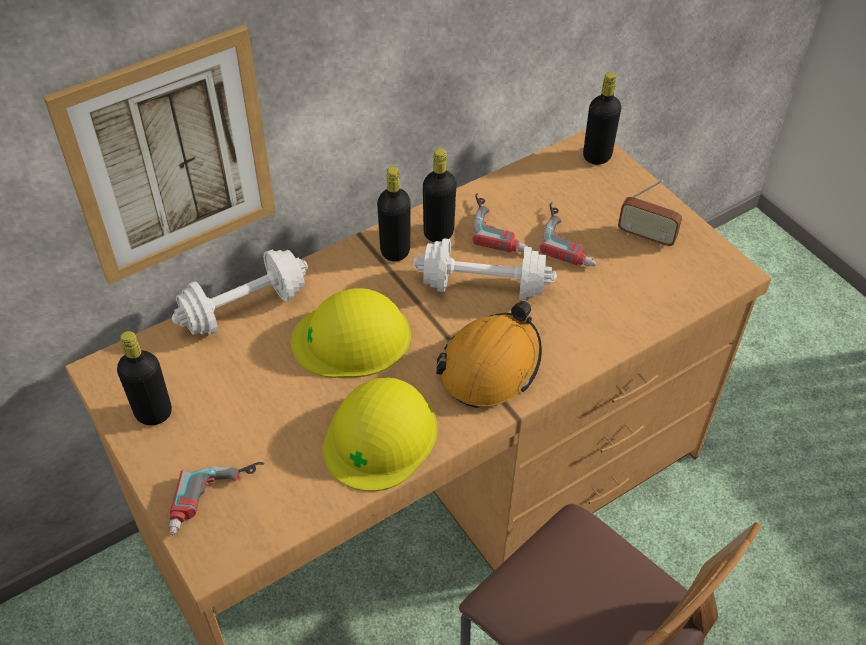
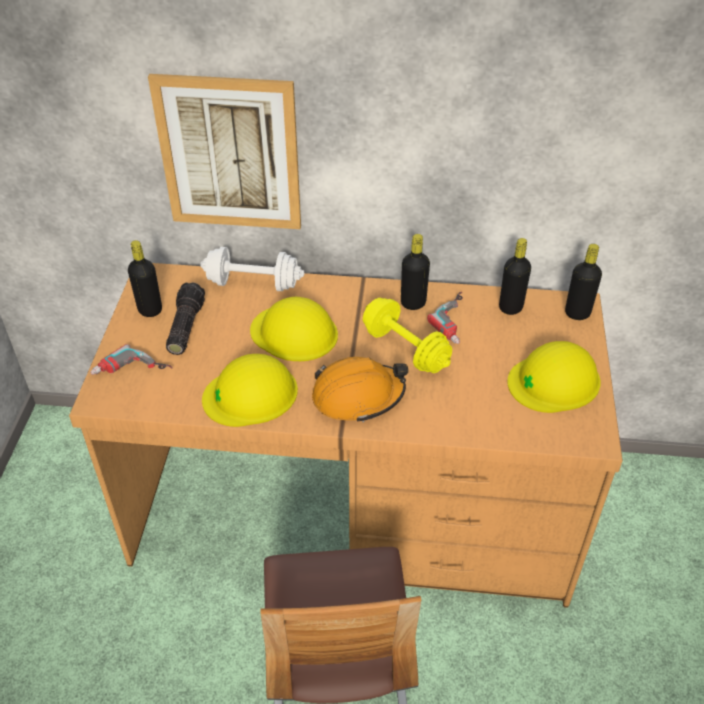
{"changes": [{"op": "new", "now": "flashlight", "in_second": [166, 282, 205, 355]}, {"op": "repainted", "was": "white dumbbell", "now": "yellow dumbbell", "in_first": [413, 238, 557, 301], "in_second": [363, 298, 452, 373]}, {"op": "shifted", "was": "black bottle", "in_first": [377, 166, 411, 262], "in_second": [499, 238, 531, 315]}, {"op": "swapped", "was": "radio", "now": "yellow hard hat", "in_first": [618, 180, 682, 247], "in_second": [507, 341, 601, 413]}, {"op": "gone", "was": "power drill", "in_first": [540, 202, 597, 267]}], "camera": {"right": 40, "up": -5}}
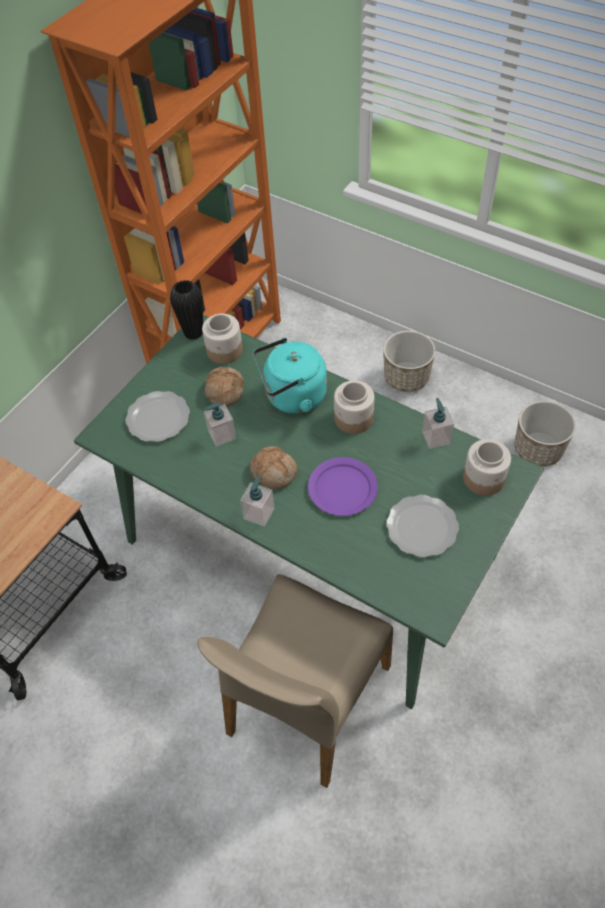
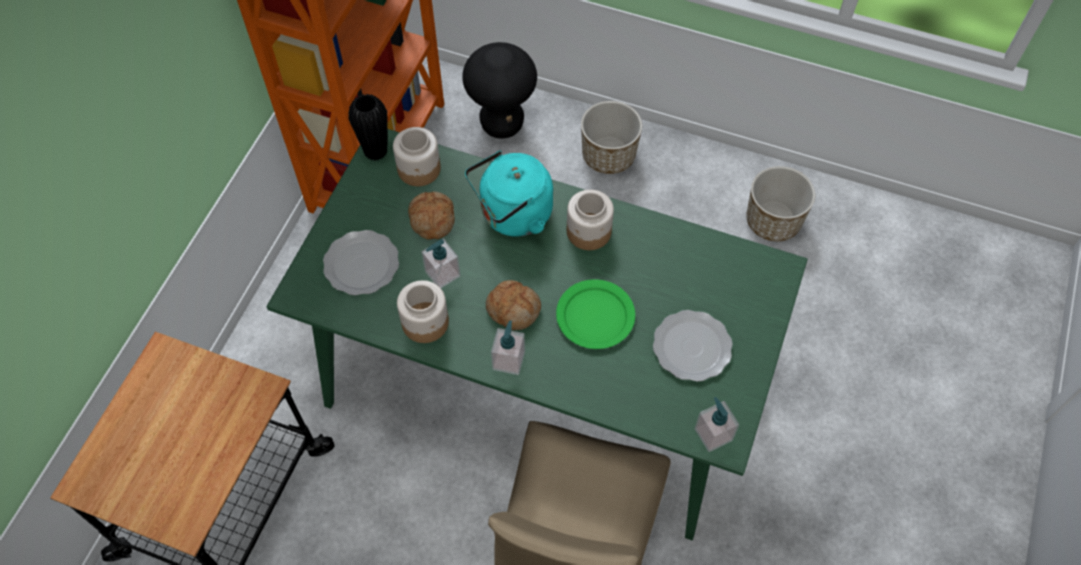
{"changes": [{"op": "shifted", "was": "jar", "in_first": [463, 439, 511, 496], "in_second": [397, 280, 449, 343]}, {"op": "new", "now": "black stool", "in_second": [462, 42, 537, 139]}, {"op": "repainted", "was": "purple plate", "now": "green plate", "in_first": [308, 457, 378, 516], "in_second": [556, 279, 635, 349]}, {"op": "shifted", "was": "soap dispenser", "in_first": [422, 398, 454, 449], "in_second": [695, 397, 739, 452]}], "camera": {"right": -15, "up": 5}}
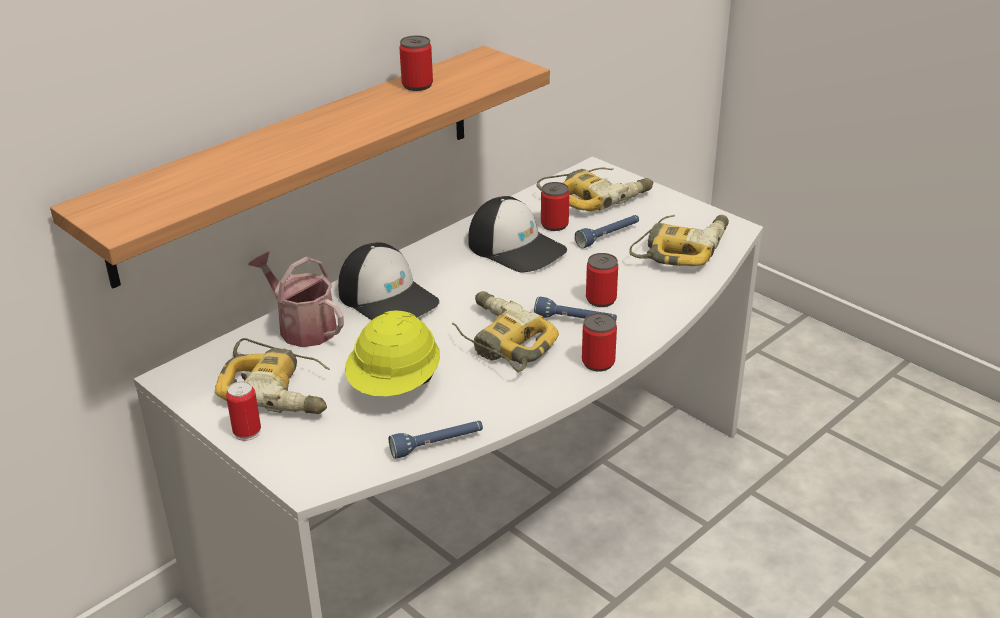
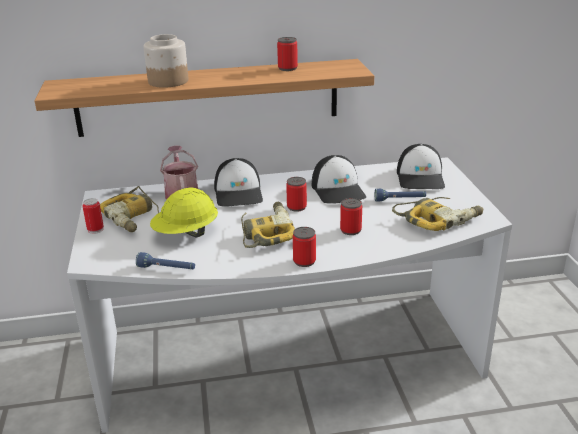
{"changes": [{"op": "new", "now": "jar", "in_second": [144, 34, 188, 88]}, {"op": "shifted", "was": "can", "in_first": [541, 182, 569, 231], "in_second": [286, 177, 307, 212]}, {"op": "swapped", "was": "power drill", "now": "cap", "in_first": [536, 168, 653, 211], "in_second": [397, 144, 445, 189]}, {"op": "gone", "was": "blue flashlight", "in_first": [534, 297, 617, 320]}], "camera": {"right": 35, "up": -5}}
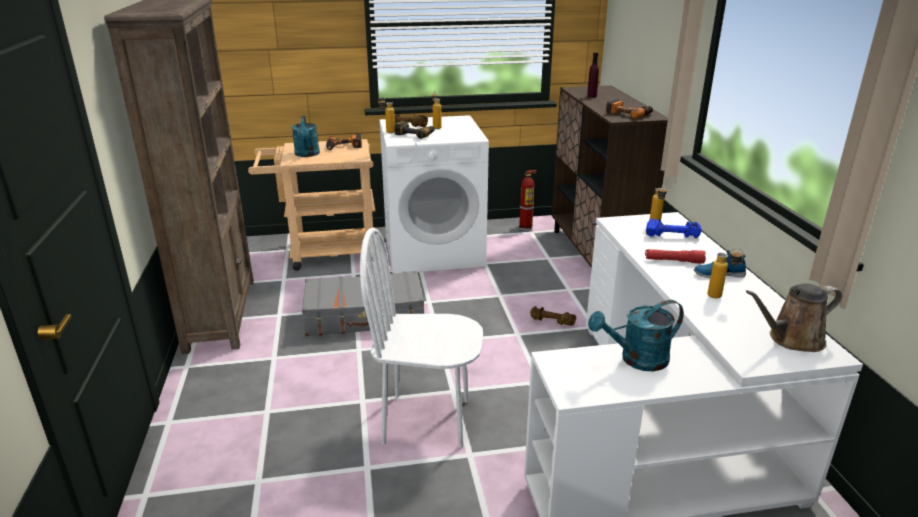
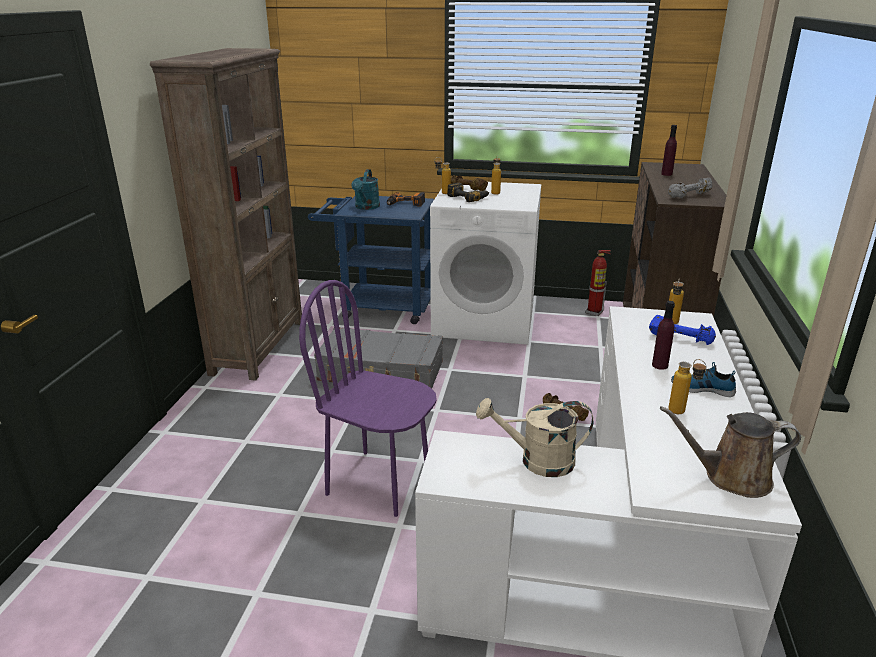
{"changes": [{"op": "repainted", "was": "white chair", "now": "purple chair", "in_first": [360, 228, 483, 447], "in_second": [299, 280, 437, 517]}, {"op": "repainted", "was": "beige cart", "now": "blue cart", "in_first": [248, 139, 375, 271], "in_second": [308, 196, 434, 324]}, {"op": "repainted", "was": "turquoise watering can", "now": "beige watering can", "in_first": [588, 300, 684, 371], "in_second": [476, 398, 594, 477]}, {"op": "swapped", "was": "red flashlight", "now": "purple bottle", "in_first": [645, 249, 706, 264], "in_second": [652, 301, 675, 370]}, {"op": "swapped", "was": "power drill", "now": "grey dumbbell", "in_first": [606, 99, 653, 119], "in_second": [668, 178, 713, 198]}], "camera": {"right": 20, "up": 0}}
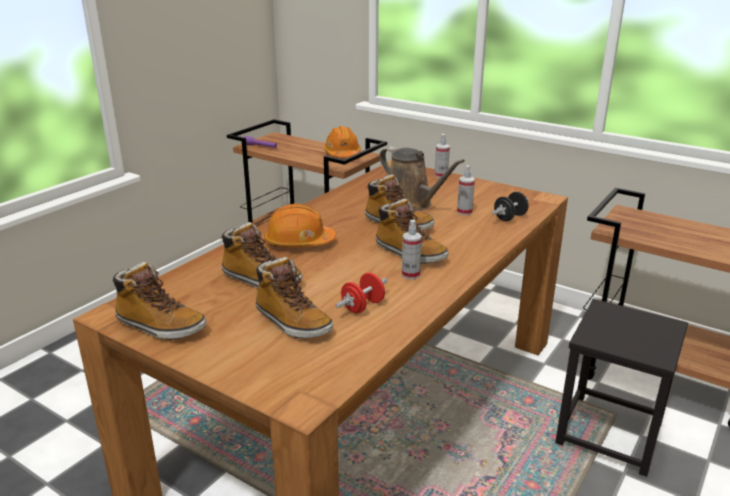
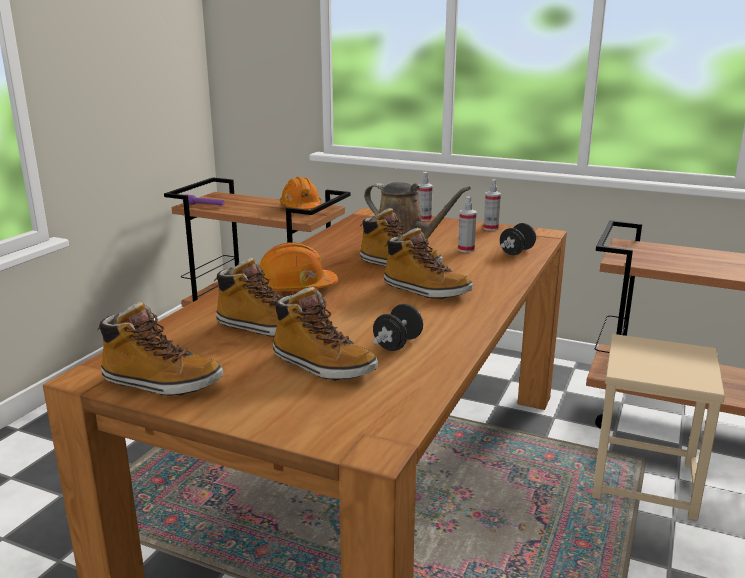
{"changes": [{"op": "repainted", "was": "red dumbbell", "now": "black dumbbell", "in_first": [336, 273, 388, 313], "in_second": [373, 304, 423, 351]}, {"op": "shifted", "was": "spray bottle", "in_first": [402, 219, 422, 279], "in_second": [483, 179, 501, 231]}, {"op": "repainted", "was": "black stool", "now": "beige stool", "in_first": [555, 299, 688, 477], "in_second": [592, 334, 725, 520]}], "camera": {"right": -10, "up": -5}}
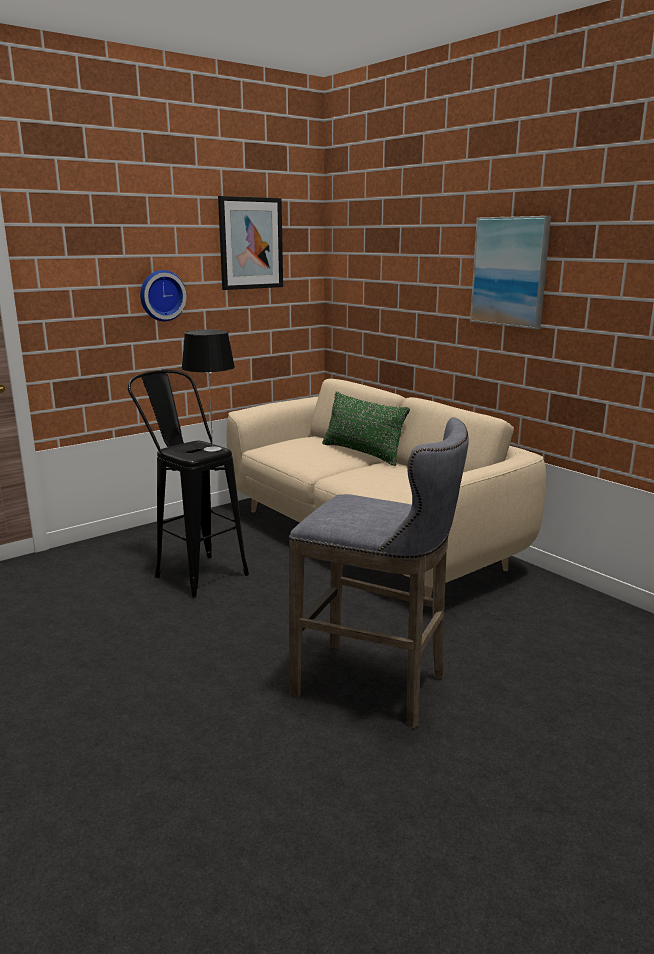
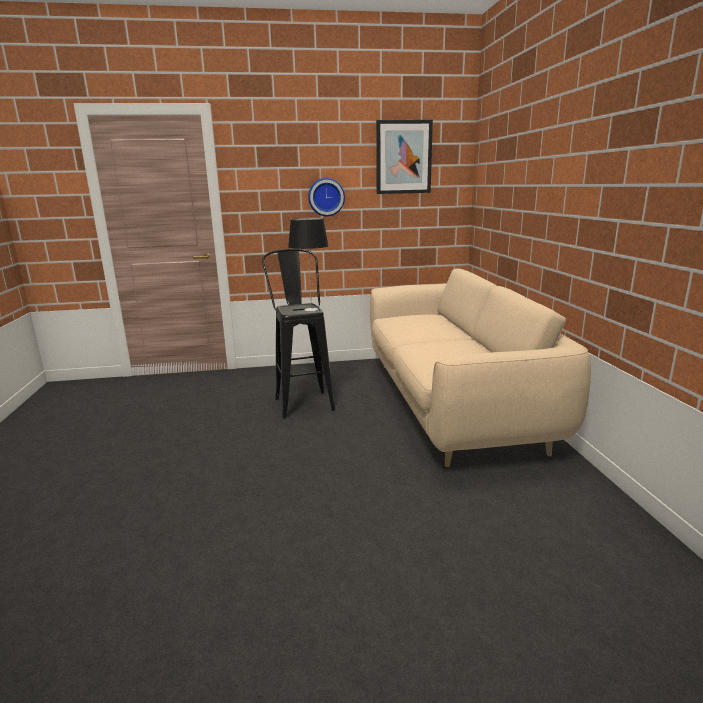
{"changes": [{"op": "gone", "was": "grey stool", "in_first": [289, 417, 469, 728]}, {"op": "gone", "was": "green pillow", "in_first": [322, 391, 410, 466]}, {"op": "gone", "was": "picture", "in_first": [470, 216, 551, 329]}], "camera": {"right": 30, "up": 0}}
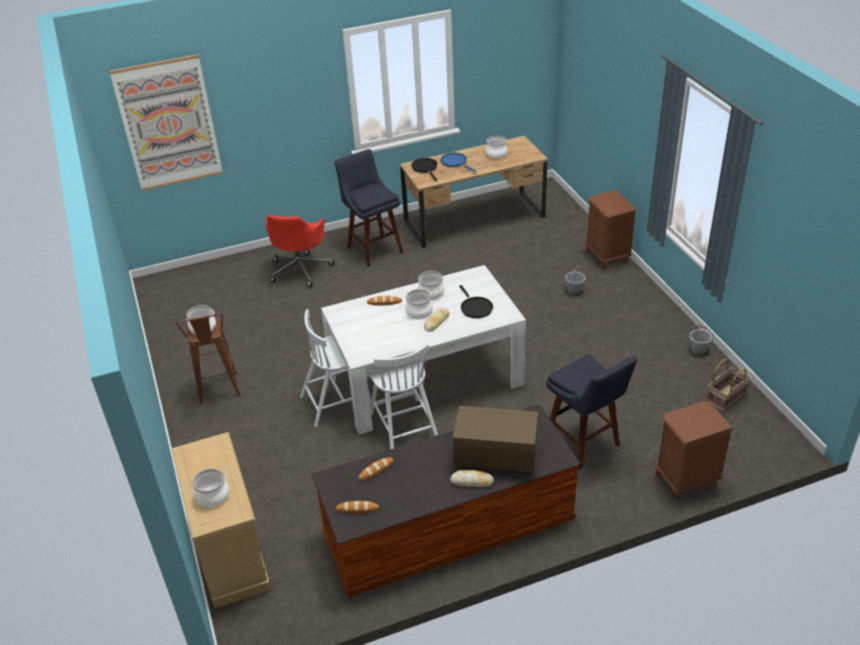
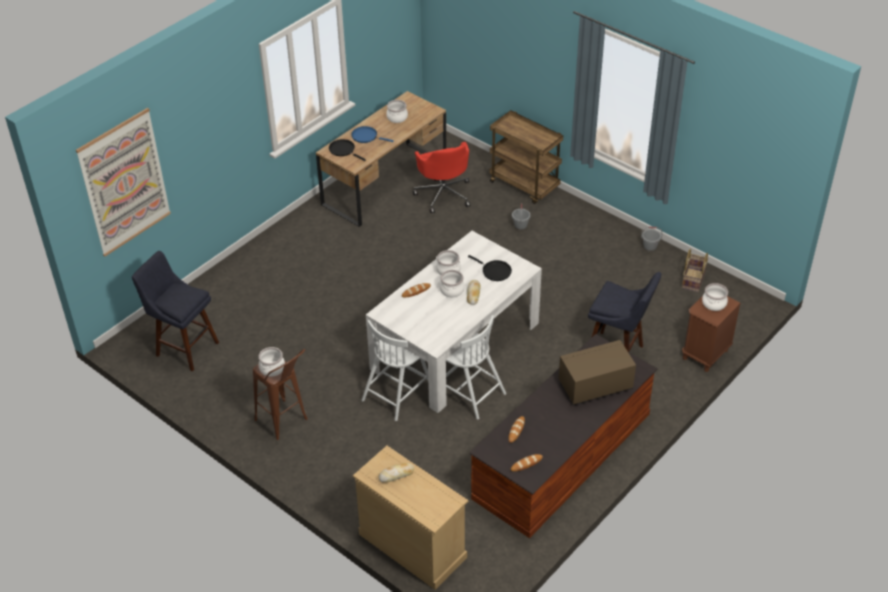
{"changes": [{"op": "shifted", "was": "blue stool", "in_first": [335, 149, 403, 267], "in_second": [132, 251, 219, 372]}, {"op": "shifted", "was": "bread", "in_first": [450, 470, 494, 487], "in_second": [378, 463, 414, 482]}, {"op": "shifted", "was": "red office chair", "in_first": [265, 215, 334, 287], "in_second": [413, 142, 470, 213]}, {"op": "swapped", "was": "brown nightstand", "now": "brown cart", "in_first": [585, 190, 636, 269], "in_second": [489, 110, 563, 204]}, {"op": "shifted", "was": "cooking pot", "in_first": [192, 468, 229, 507], "in_second": [702, 283, 728, 311]}], "camera": {"right": -30, "up": 5}}
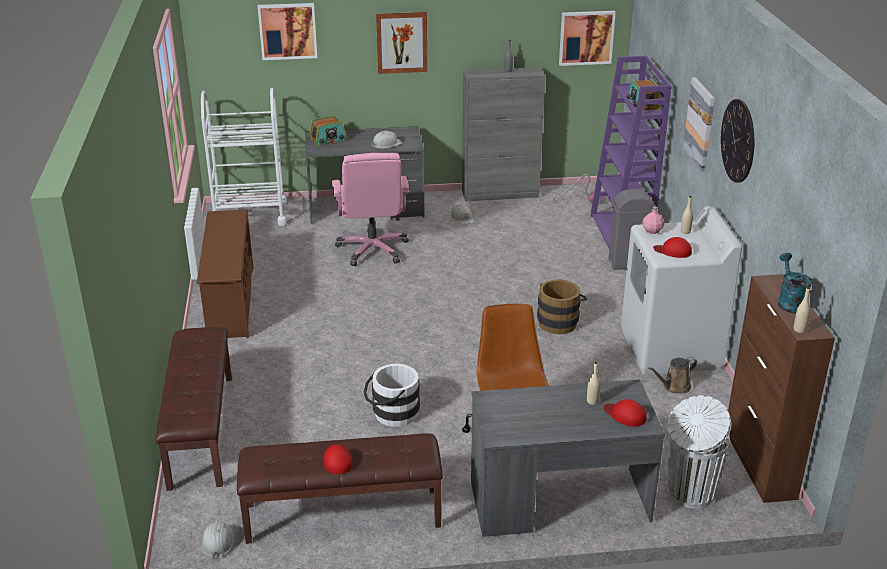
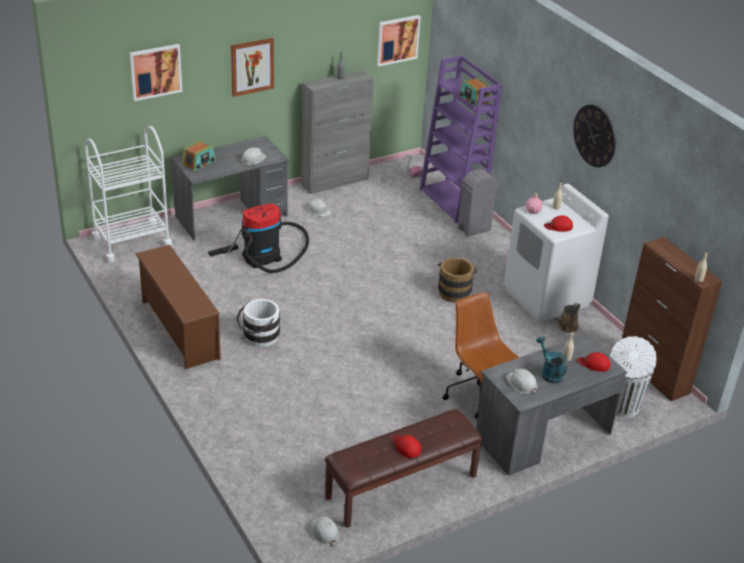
{"changes": [{"op": "swapped", "was": "pink office chair", "now": "vacuum cleaner", "in_first": [332, 153, 410, 266], "in_second": [209, 204, 309, 273]}, {"op": "shifted", "was": "white bucket", "in_first": [364, 364, 420, 427], "in_second": [236, 299, 280, 347]}, {"op": "new", "now": "white hard hat", "in_second": [506, 369, 537, 394]}, {"op": "shifted", "was": "turquoise watering can", "in_first": [778, 253, 812, 314], "in_second": [536, 336, 567, 383]}, {"op": "gone", "was": "brown bench", "in_first": [156, 327, 232, 491]}, {"op": "gone", "was": "picture", "in_first": [683, 77, 715, 172]}], "camera": {"right": -25, "up": 5}}
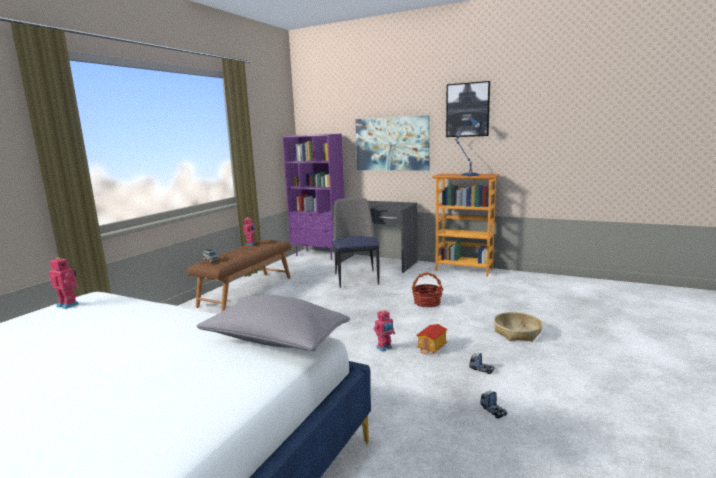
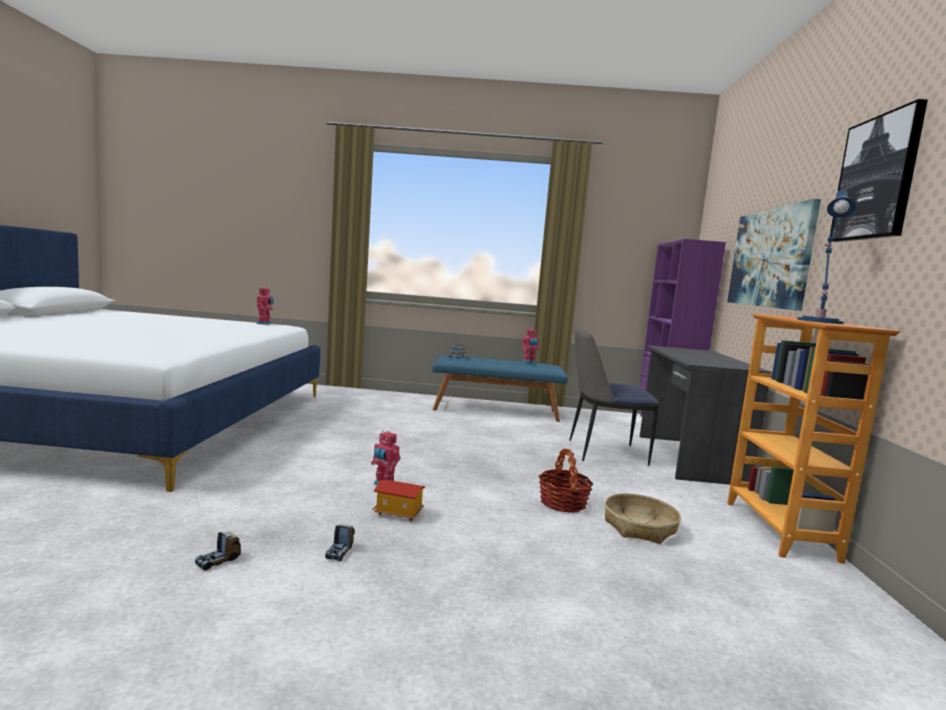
{"changes": [{"op": "repainted", "was": "brown bench", "now": "blue bench", "in_first": [187, 240, 291, 312], "in_second": [432, 356, 568, 422]}, {"op": "rotated", "was": "chair", "in_first": [333, 198, 380, 288], "in_second": [569, 327, 660, 466], "clockwise": -150}, {"op": "shifted", "was": "basket", "in_first": [494, 312, 543, 342], "in_second": [605, 493, 681, 544]}, {"op": "gone", "was": "grey pillow", "in_first": [196, 295, 350, 351]}], "camera": {"right": 65, "up": -5}}
